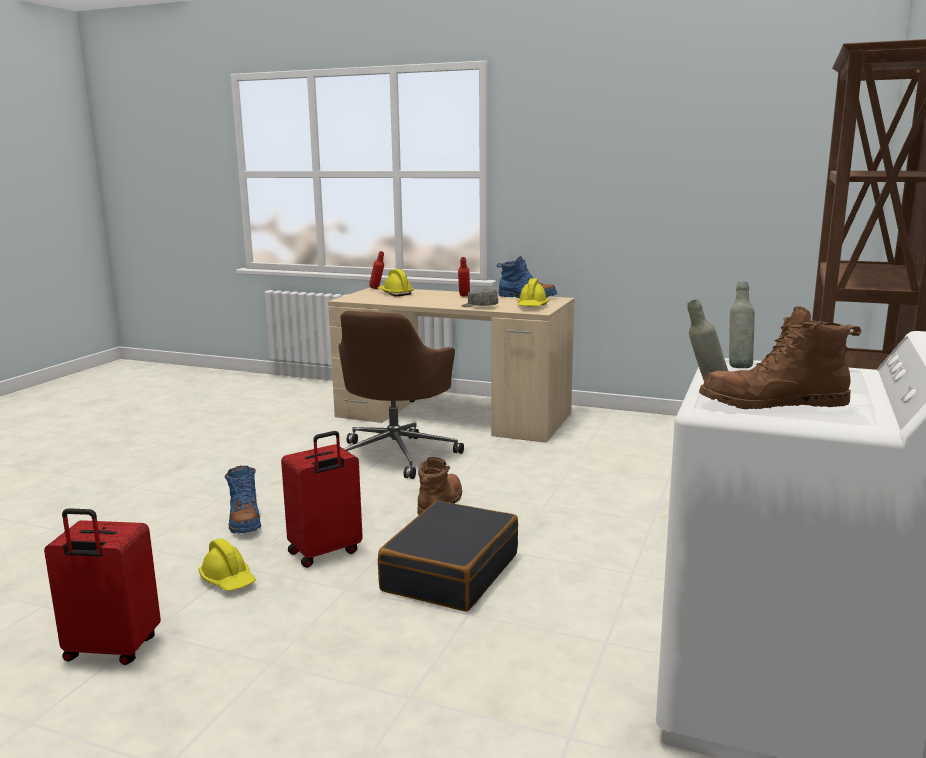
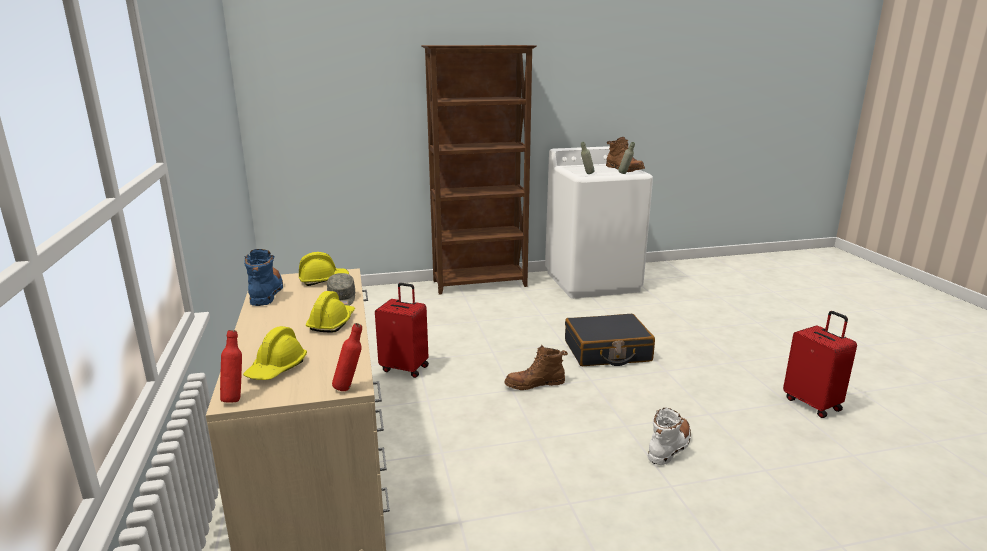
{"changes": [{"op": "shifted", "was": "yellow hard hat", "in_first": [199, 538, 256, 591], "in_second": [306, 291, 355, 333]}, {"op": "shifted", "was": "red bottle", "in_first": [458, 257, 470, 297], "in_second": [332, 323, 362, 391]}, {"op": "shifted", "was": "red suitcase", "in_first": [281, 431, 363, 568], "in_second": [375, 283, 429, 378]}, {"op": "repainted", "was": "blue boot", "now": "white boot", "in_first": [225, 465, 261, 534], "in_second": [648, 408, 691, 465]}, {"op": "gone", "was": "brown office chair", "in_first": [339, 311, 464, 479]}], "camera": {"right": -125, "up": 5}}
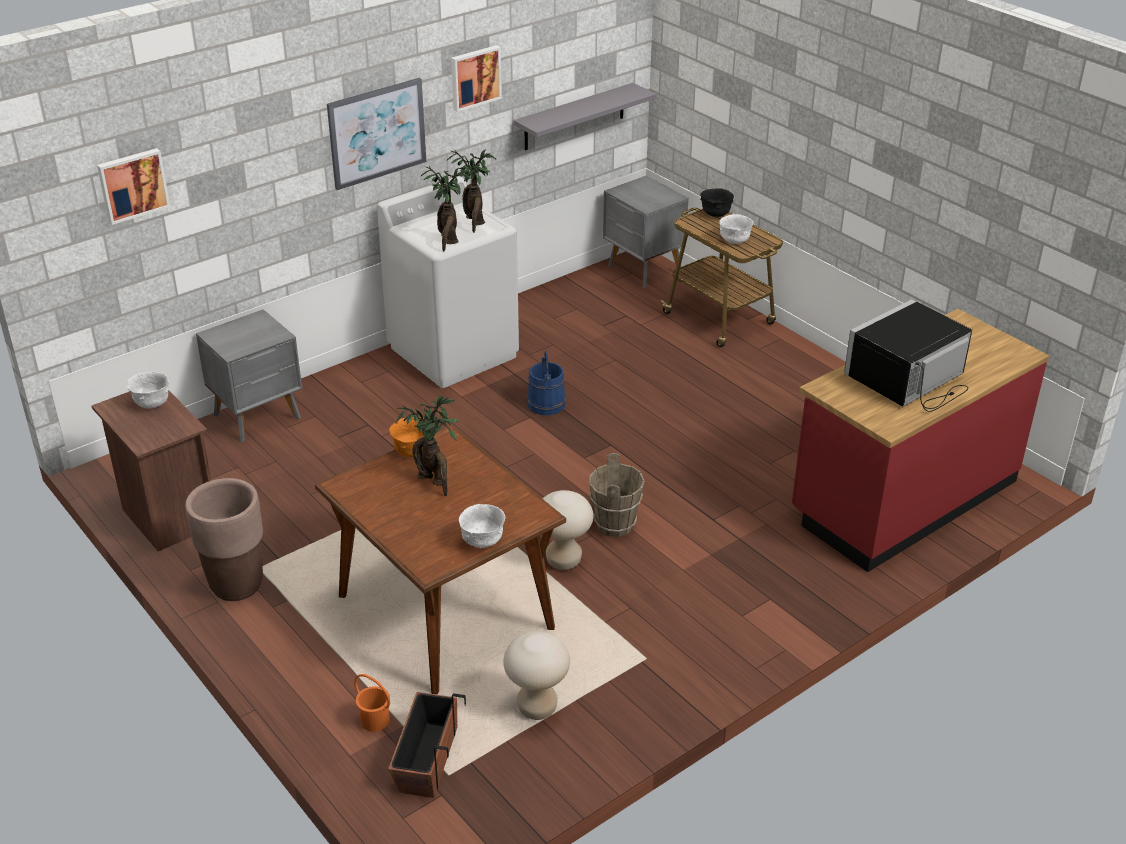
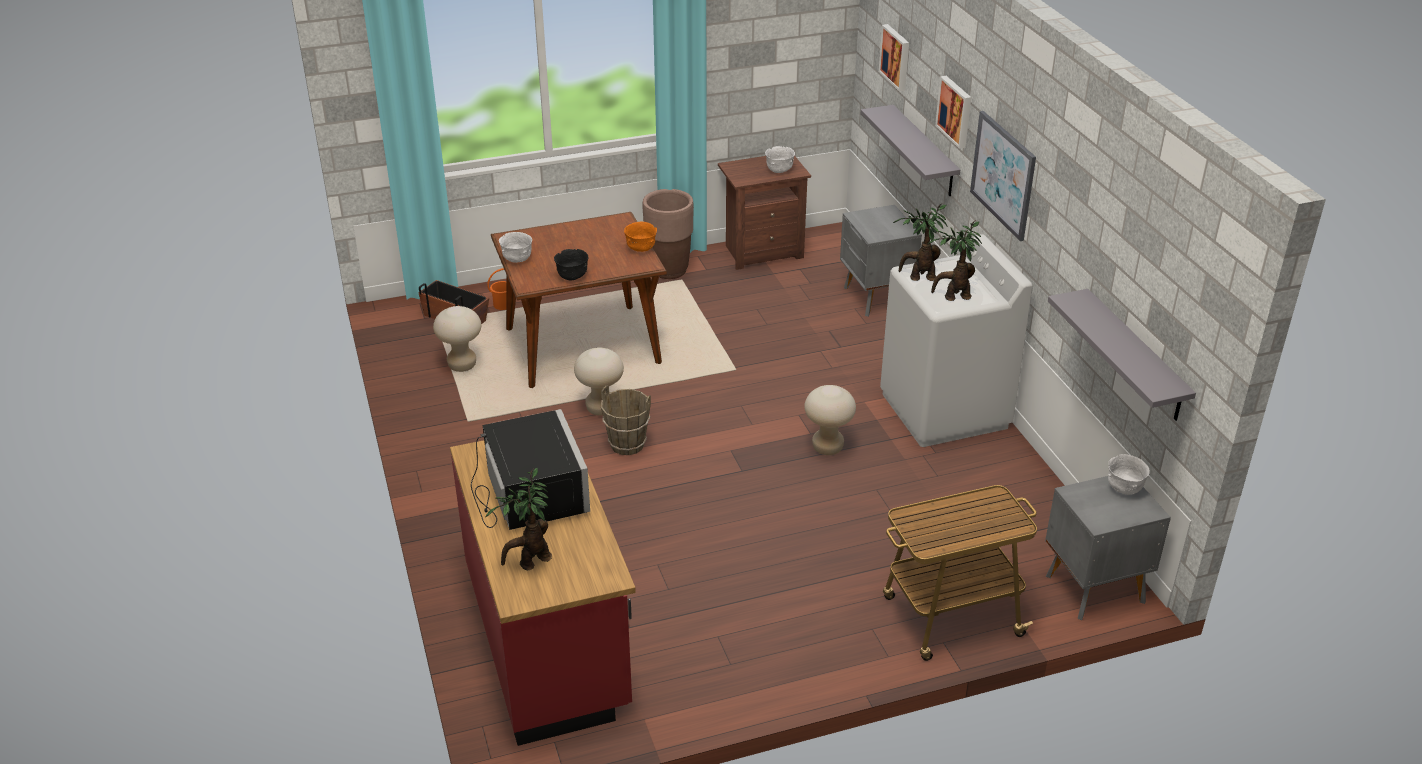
{"changes": [{"op": "shifted", "was": "potted plant", "in_first": [396, 395, 459, 496], "in_second": [485, 468, 552, 570]}, {"op": "shifted", "was": "black bowl", "in_first": [700, 188, 734, 217], "in_second": [554, 249, 589, 280]}, {"op": "swapped", "was": "blue bucket", "now": "beige stool", "in_first": [527, 350, 566, 415], "in_second": [804, 385, 856, 455]}, {"op": "new", "now": "grey shelf", "in_second": [861, 105, 960, 196]}, {"op": "shifted", "was": "picture", "in_first": [451, 45, 502, 112], "in_second": [935, 76, 971, 149]}, {"op": "shifted", "was": "white bowl", "in_first": [719, 214, 754, 244], "in_second": [1108, 454, 1150, 495]}], "camera": {"right": 110, "up": 0}}
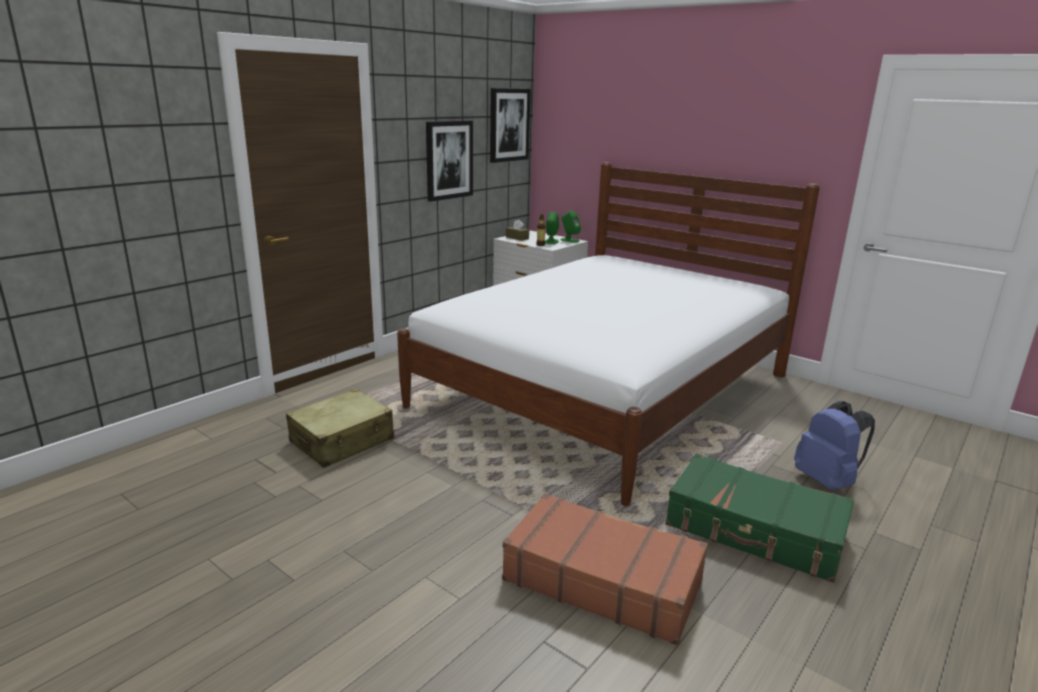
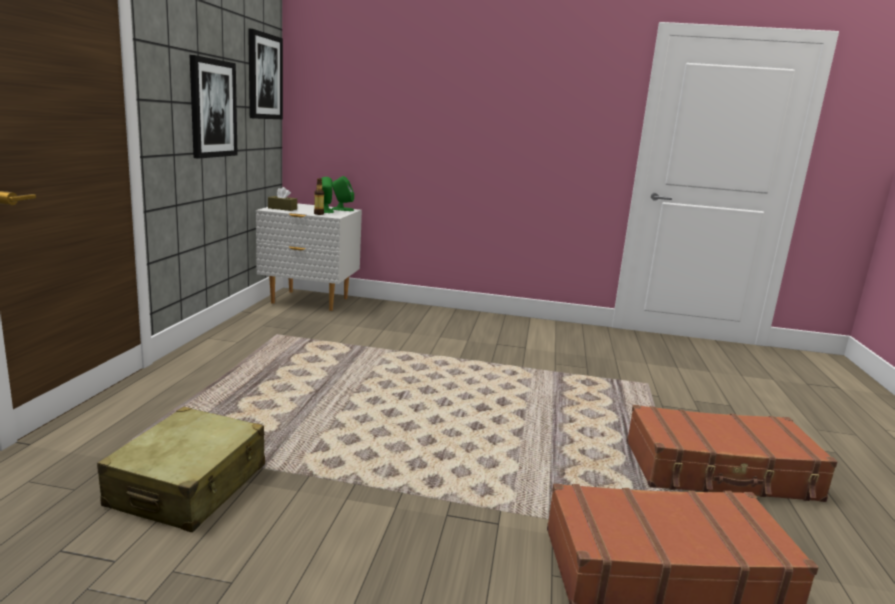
{"changes": [{"op": "repainted", "was": "green suitcase", "now": "brown suitcase", "in_first": [665, 454, 854, 583], "in_second": [627, 405, 837, 502]}, {"op": "gone", "was": "white bed", "in_first": [397, 162, 820, 506]}, {"op": "gone", "was": "blue backpack", "in_first": [794, 401, 875, 490]}], "camera": {"right": -30, "up": -5}}
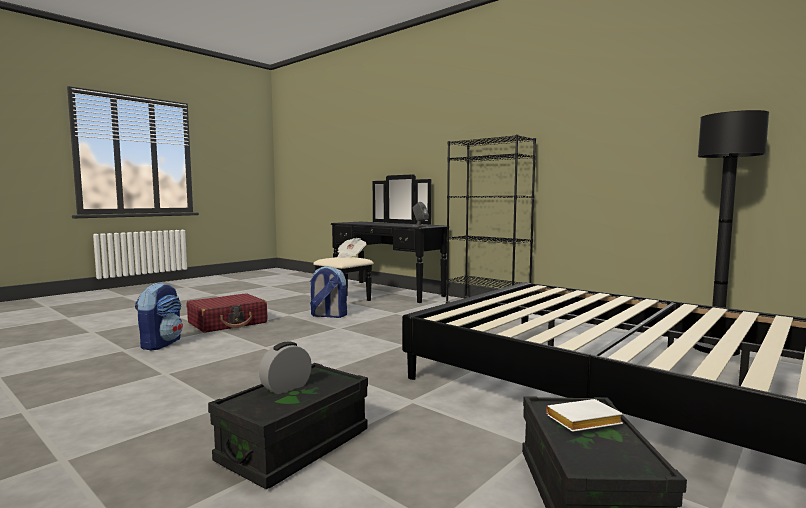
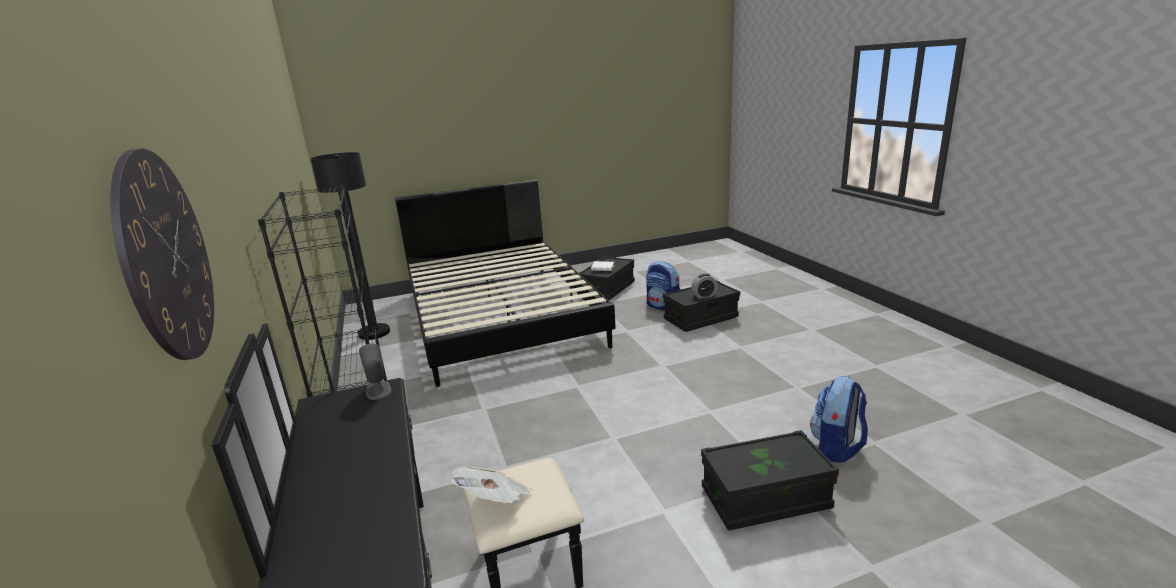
{"changes": [{"op": "new", "now": "wall clock", "in_second": [110, 149, 214, 360]}, {"op": "shifted", "was": "backpack", "in_first": [310, 266, 347, 318], "in_second": [646, 261, 681, 311]}, {"op": "swapped", "was": "red suitcase", "now": "black storage box", "in_first": [186, 293, 267, 333], "in_second": [701, 430, 839, 531]}], "camera": {"right": -150, "up": 15}}
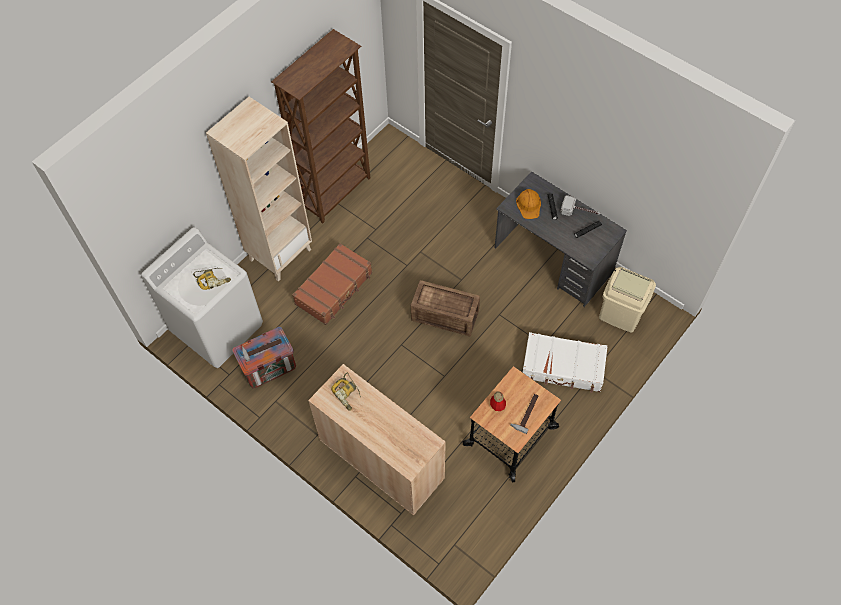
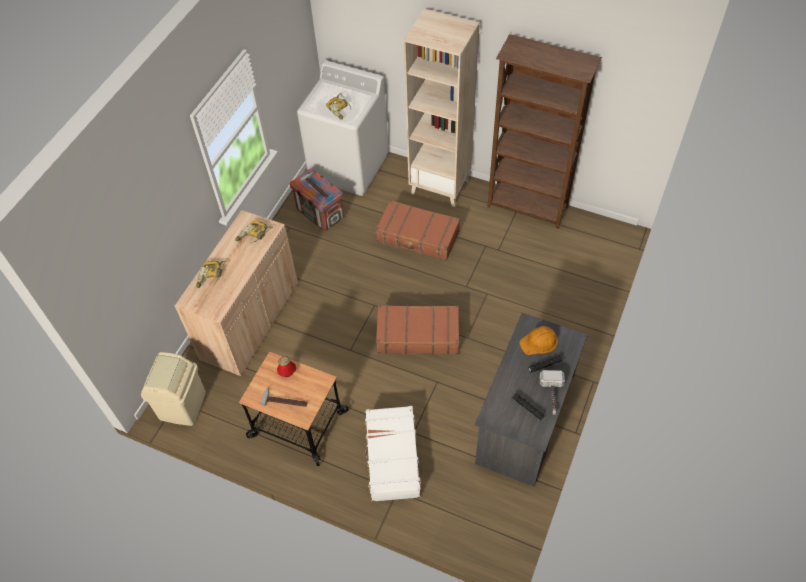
{"changes": [{"op": "shifted", "was": "beige trash can", "in_first": [599, 267, 656, 333], "in_second": [141, 352, 206, 426]}, {"op": "new", "now": "power drill", "in_second": [196, 261, 226, 288]}, {"op": "swapped", "was": "crate", "now": "brown suitcase", "in_first": [410, 280, 480, 336], "in_second": [376, 305, 459, 354]}], "camera": {"right": 75, "up": -5}}
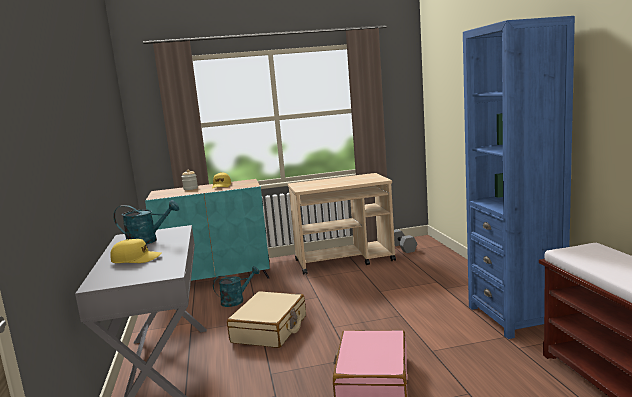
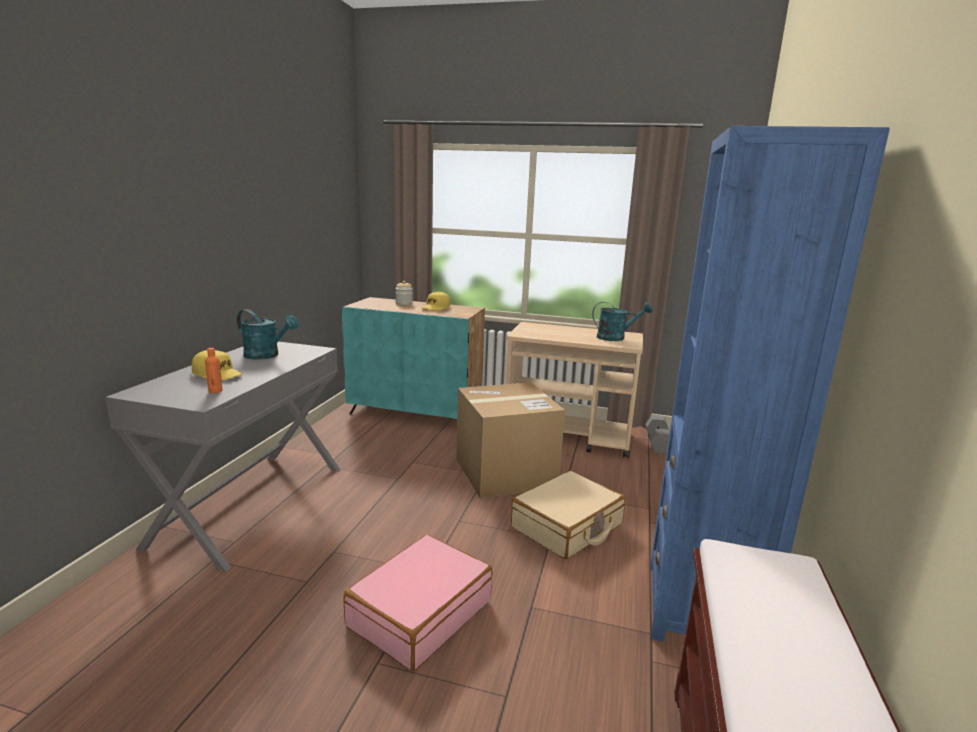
{"changes": [{"op": "new", "now": "orange bottle", "in_second": [205, 348, 223, 393]}, {"op": "new", "now": "cardboard box", "in_second": [456, 382, 565, 498]}, {"op": "shifted", "was": "beige suitcase", "in_first": [227, 291, 306, 348], "in_second": [511, 471, 625, 559]}, {"op": "shifted", "was": "turquoise watering can", "in_first": [213, 266, 260, 307], "in_second": [592, 302, 652, 341]}], "camera": {"right": 25, "up": 5}}
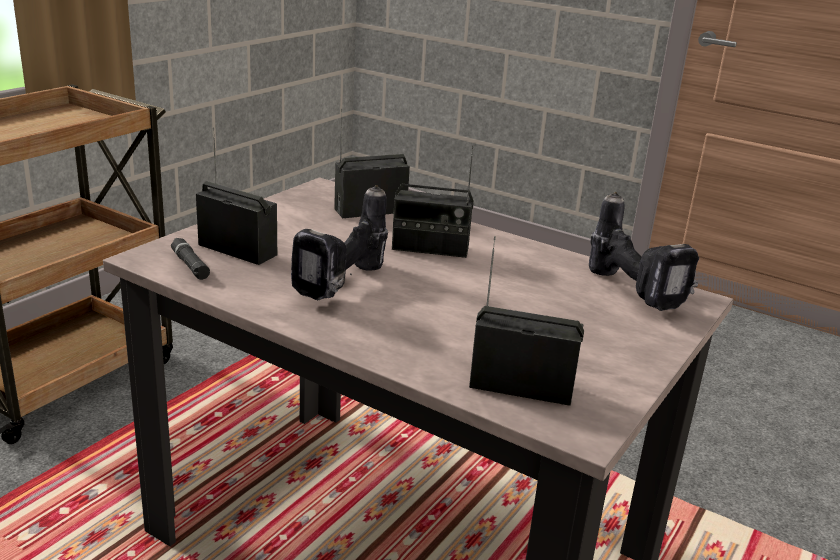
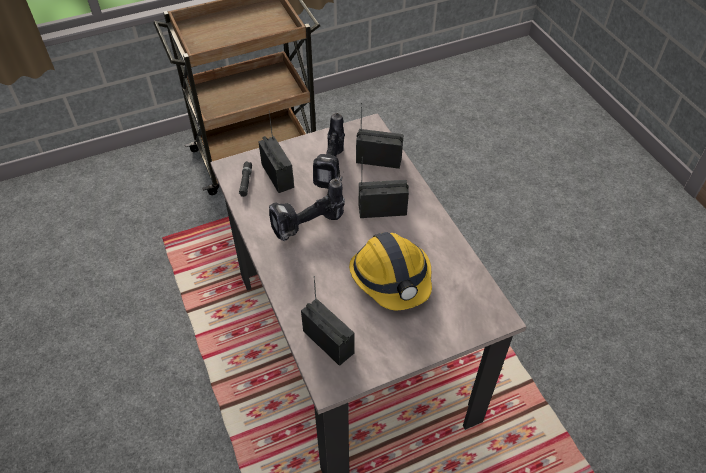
{"changes": [{"op": "shifted", "was": "power drill", "in_first": [589, 192, 699, 311], "in_second": [313, 113, 345, 189]}, {"op": "new", "now": "hard hat", "in_second": [349, 232, 432, 311]}, {"op": "rotated", "was": "radio", "in_first": [392, 145, 474, 258], "in_second": [359, 156, 409, 218], "clockwise": 135}], "camera": {"right": 35, "up": 25}}
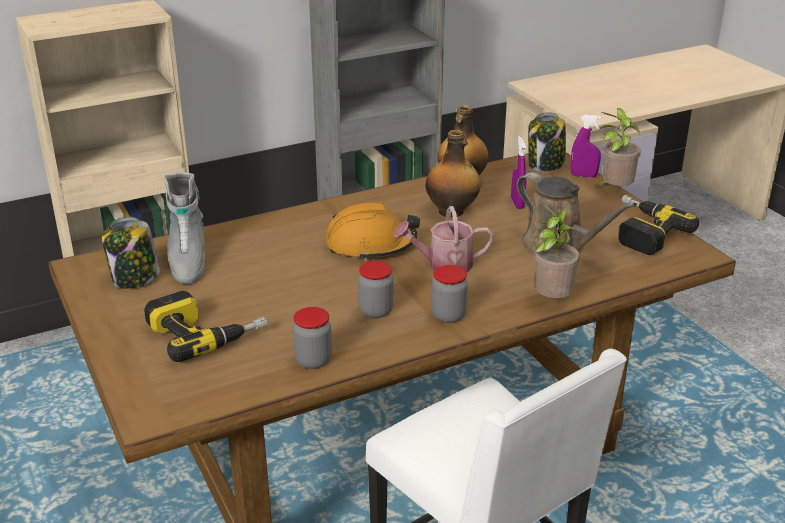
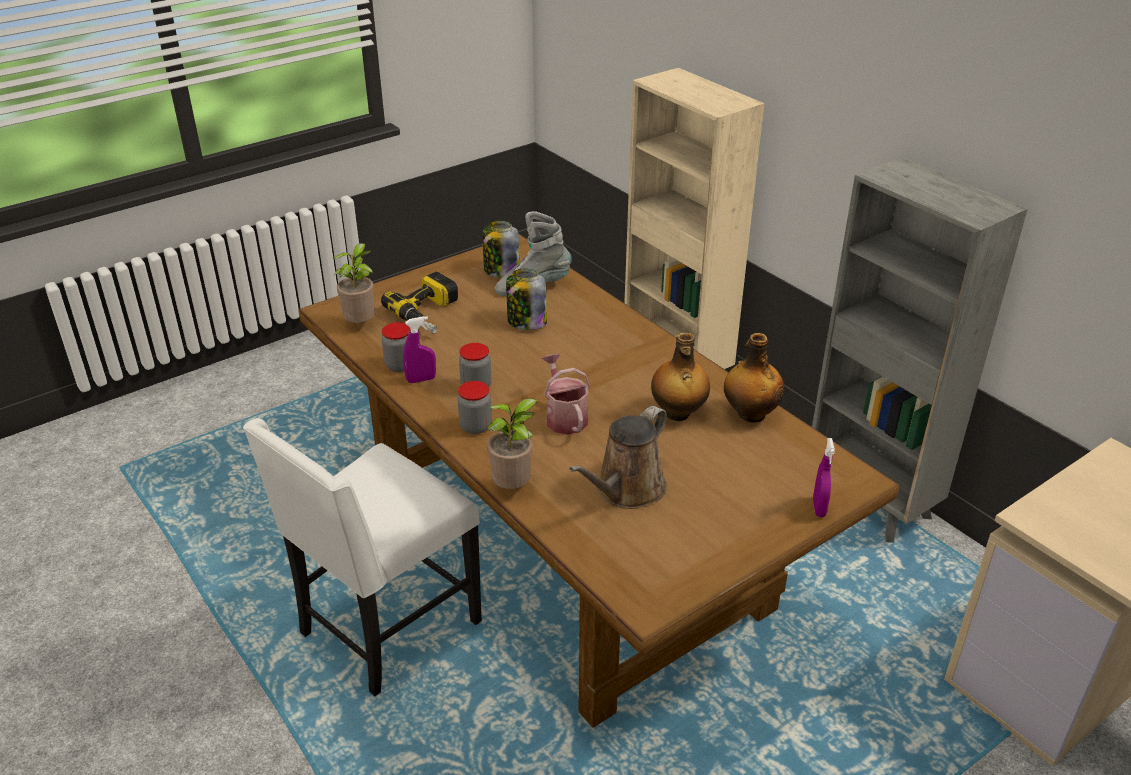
{"changes": [{"op": "shifted", "was": "potted plant", "in_first": [595, 108, 641, 186], "in_second": [332, 243, 375, 323]}, {"op": "shifted", "was": "purple spray bottle", "in_first": [511, 136, 526, 209], "in_second": [403, 316, 436, 383]}, {"op": "shifted", "was": "jar", "in_first": [528, 112, 566, 171], "in_second": [506, 269, 547, 330]}, {"op": "gone", "was": "orange hard hat", "in_first": [325, 203, 420, 261]}, {"op": "gone", "was": "power drill", "in_first": [618, 195, 699, 255]}], "camera": {"right": 80, "up": 5}}
